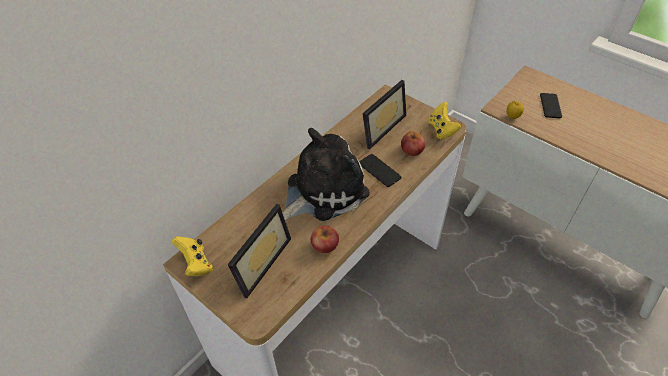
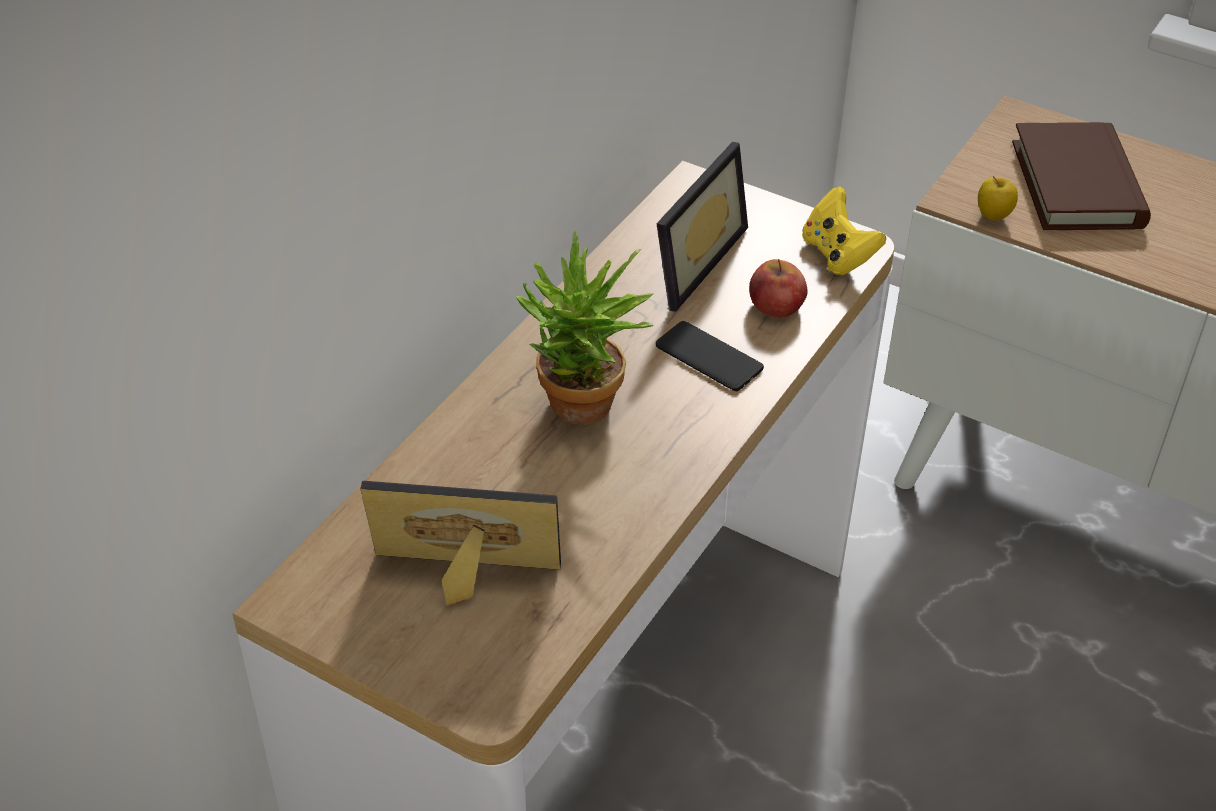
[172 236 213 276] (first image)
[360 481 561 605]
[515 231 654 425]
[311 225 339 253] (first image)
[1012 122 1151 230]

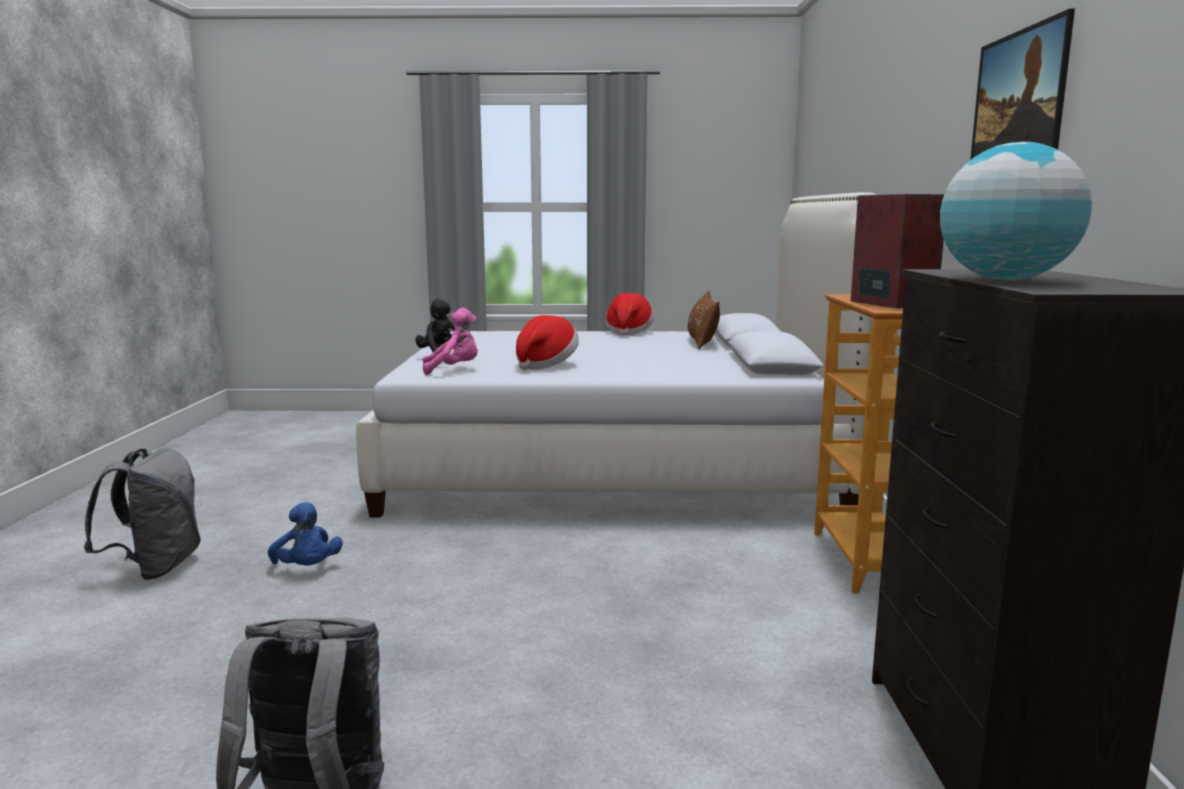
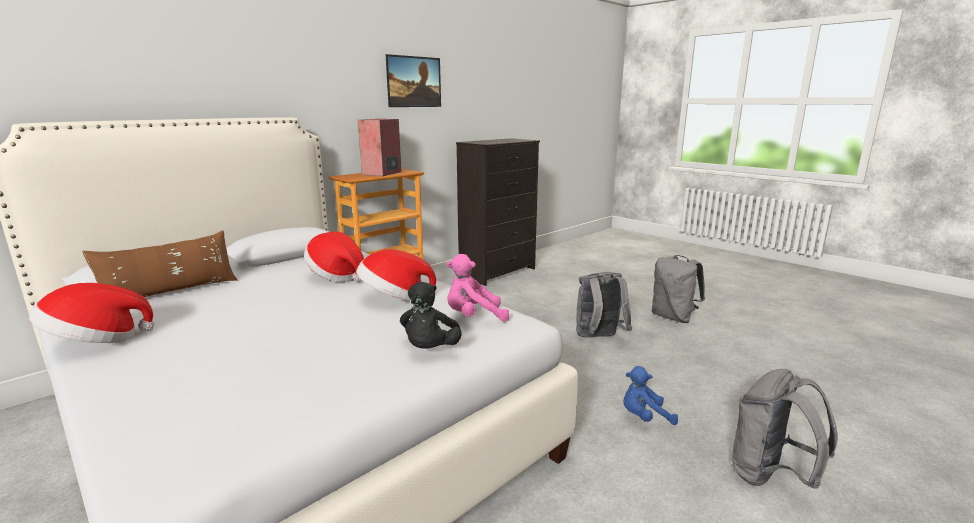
[623 366 678 425]
[447 254 509 322]
[940 142 1092 280] (first image)
[304 231 364 282]
[576 272 632 338]

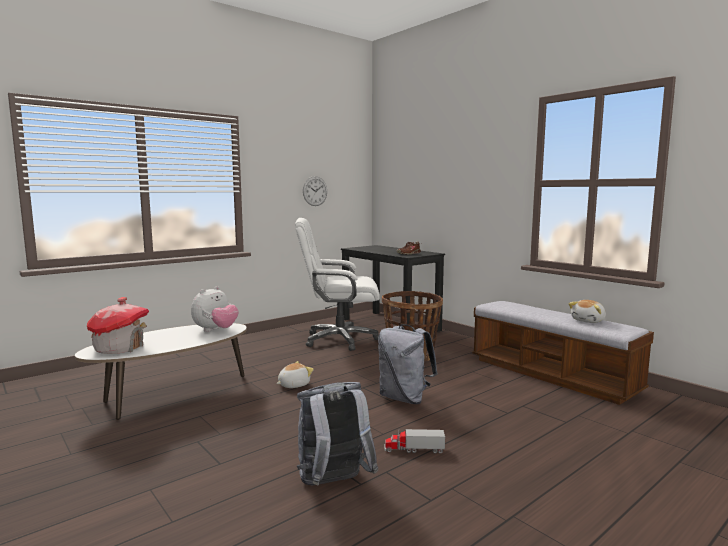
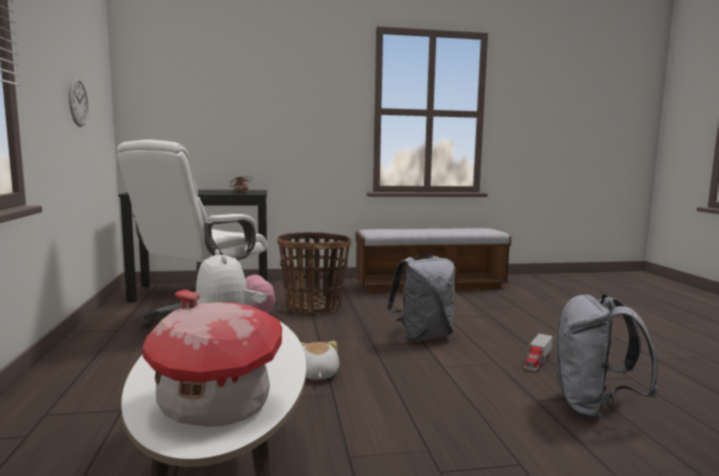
[569 300 606 323] (first image)

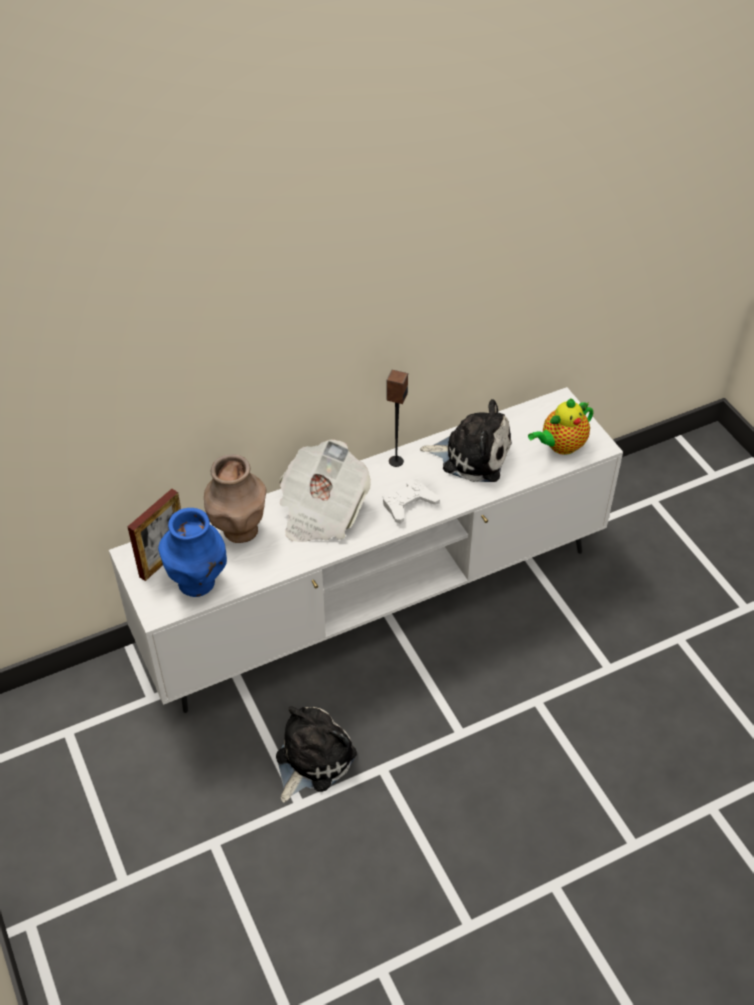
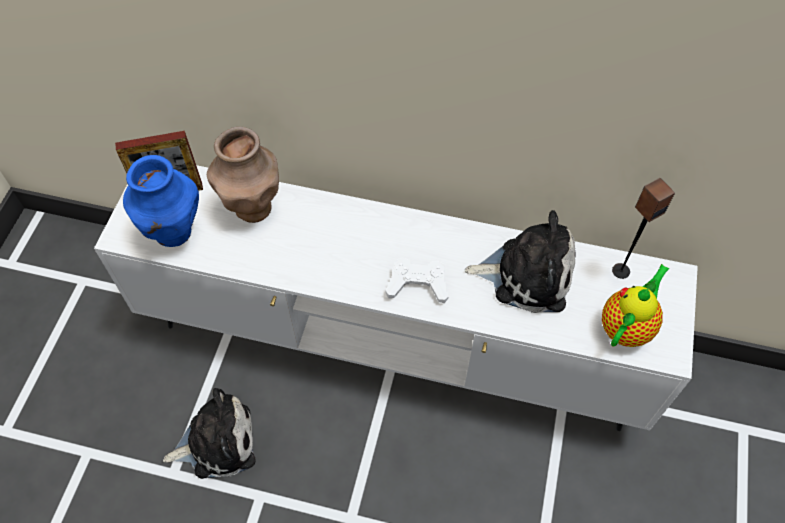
[280 439 371 542] (first image)
[612 178 675 279]
[465 210 576 313]
[602 264 669 347]

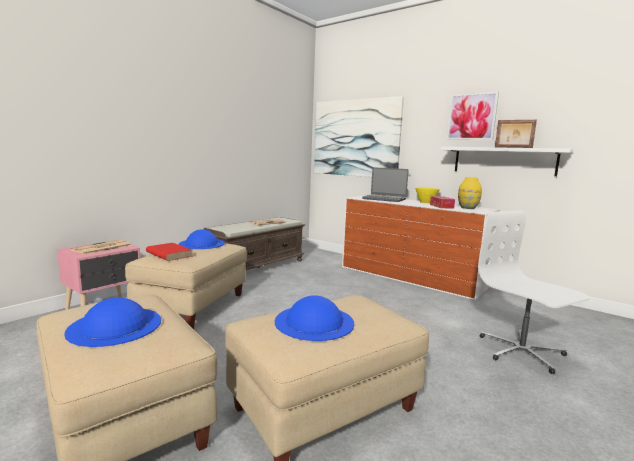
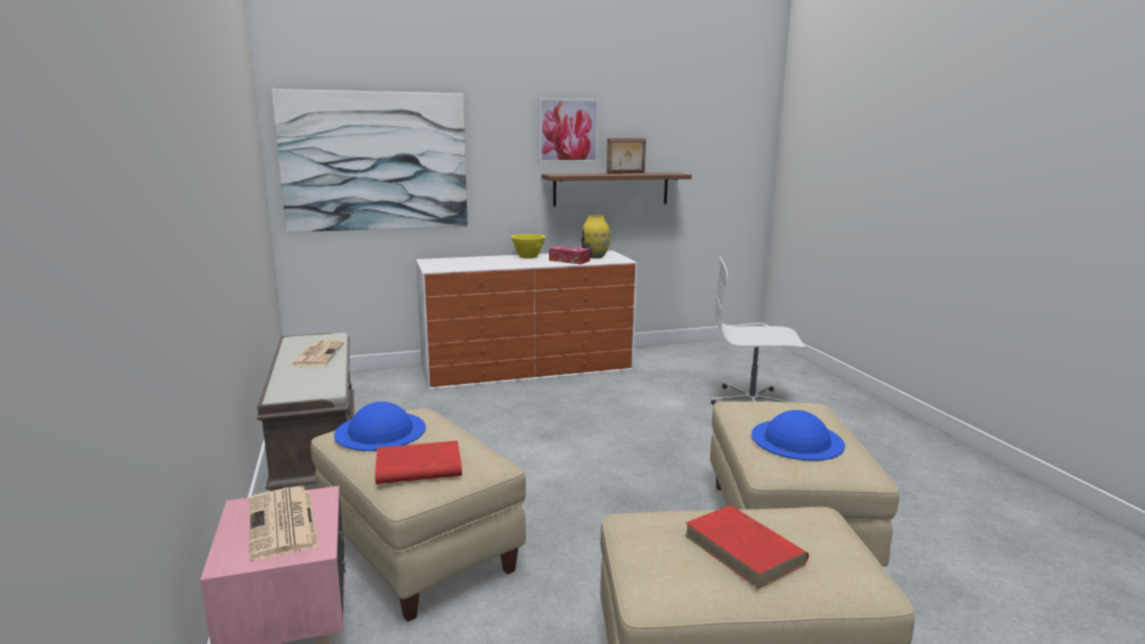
[685 505 809 589]
[362 167 409 202] (first image)
[542 173 692 207]

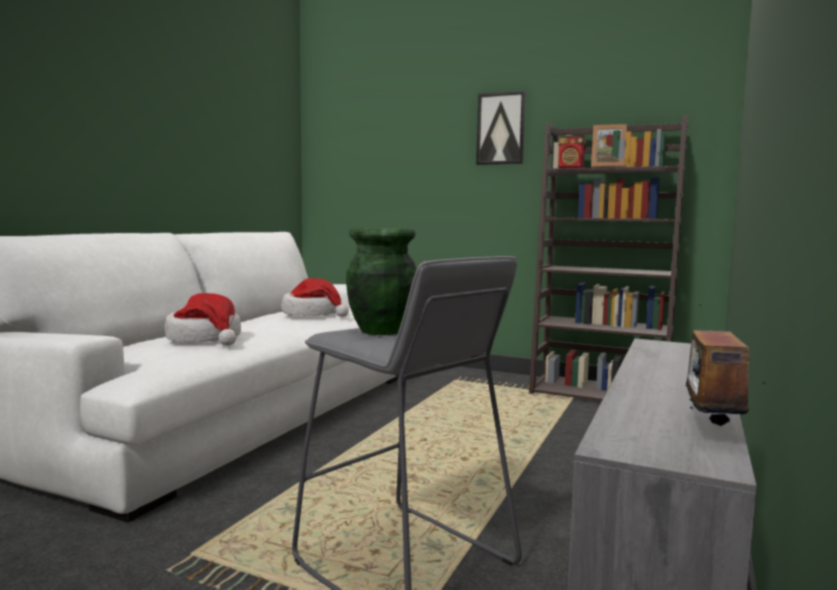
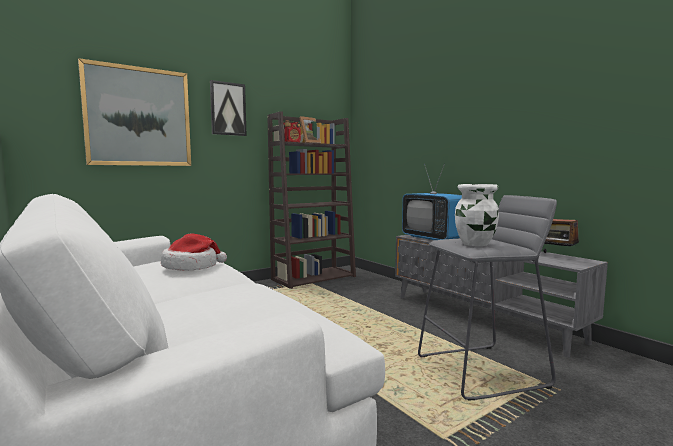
[165 293 241 346] (first image)
[455 184 499 246]
[78 58 191 166]
[402 163 462 240]

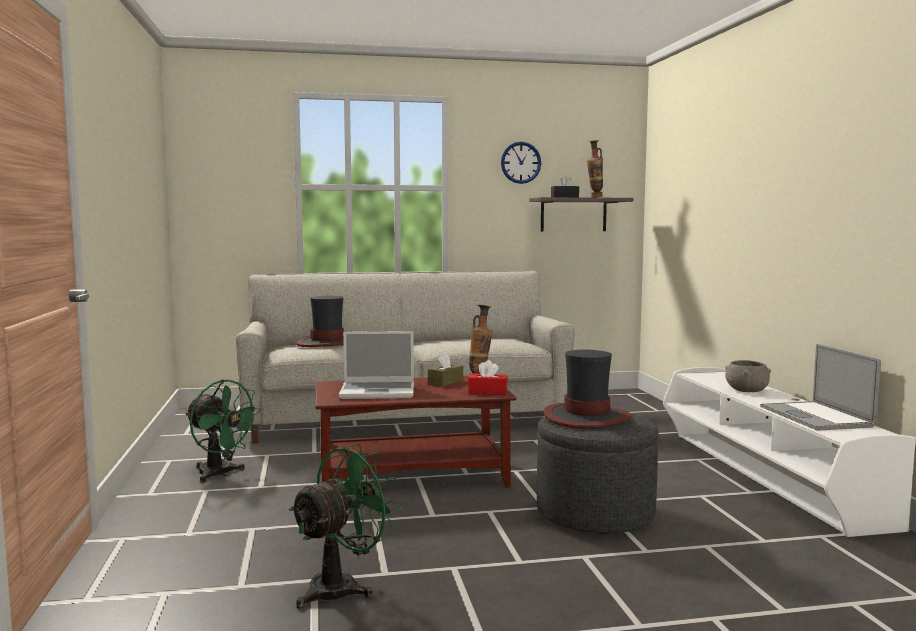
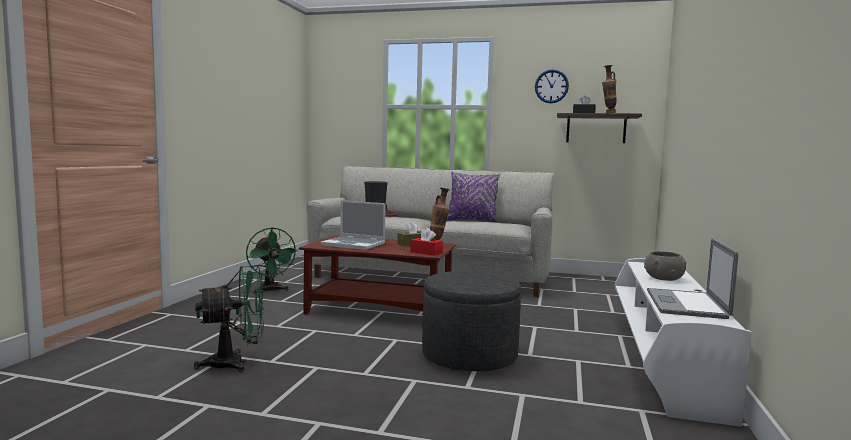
[544 349 631 429] (first image)
[447 172 500 222]

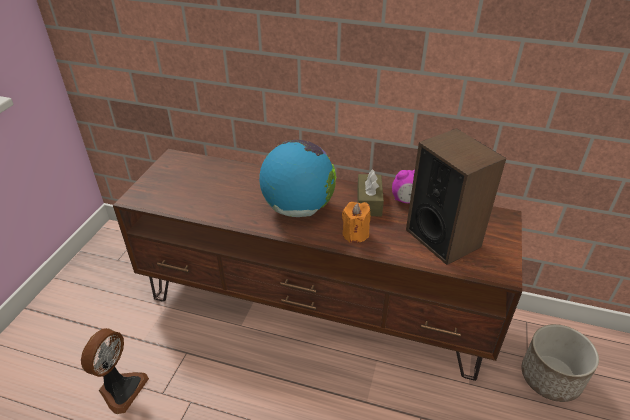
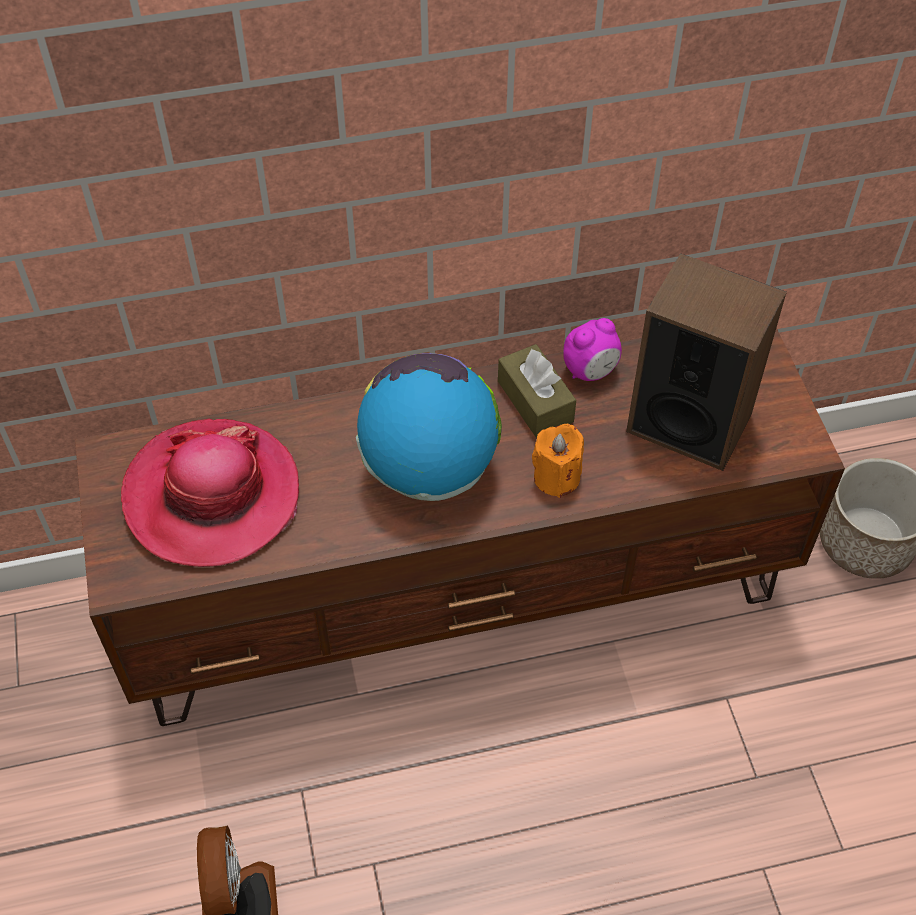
[121 418 299 567]

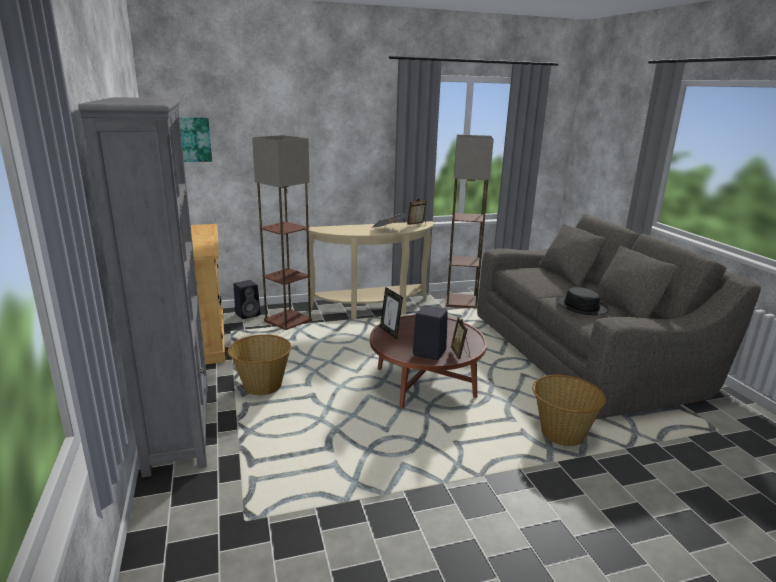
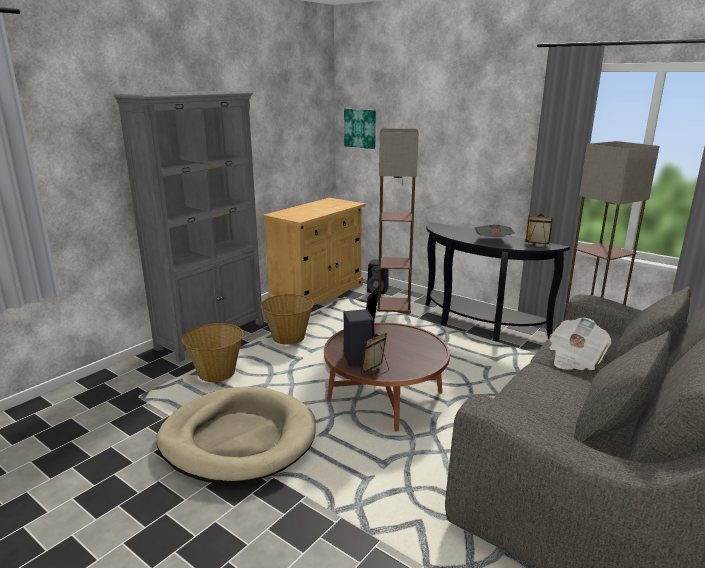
[425 222 570 342]
[182 323 244 382]
[556 287 609 315] (first image)
[156 386 316 484]
[550 317 611 370]

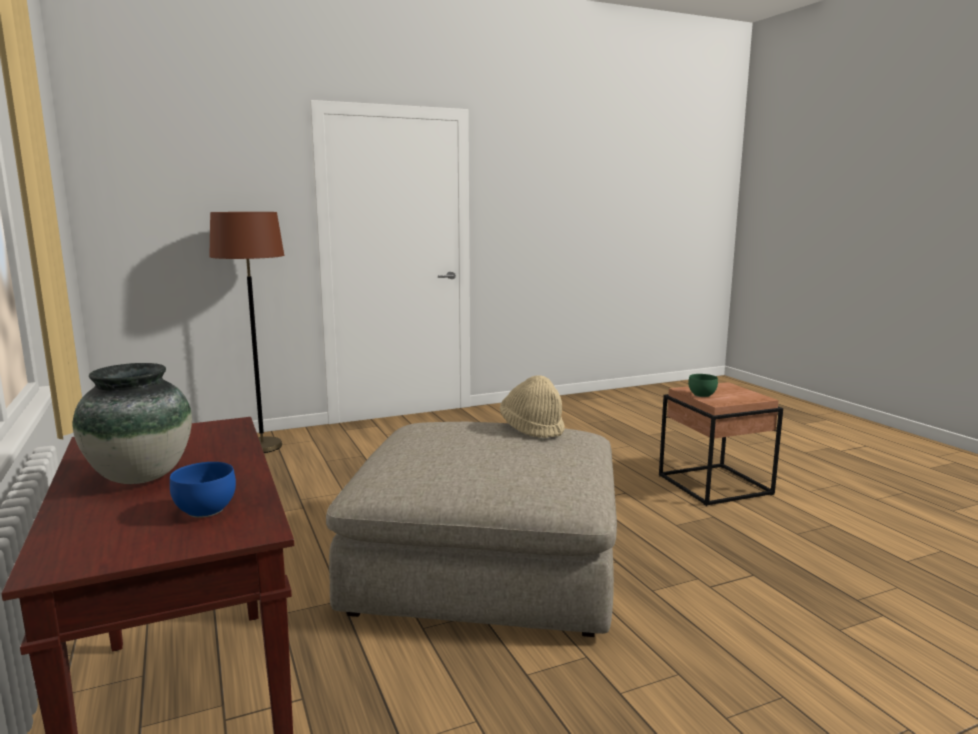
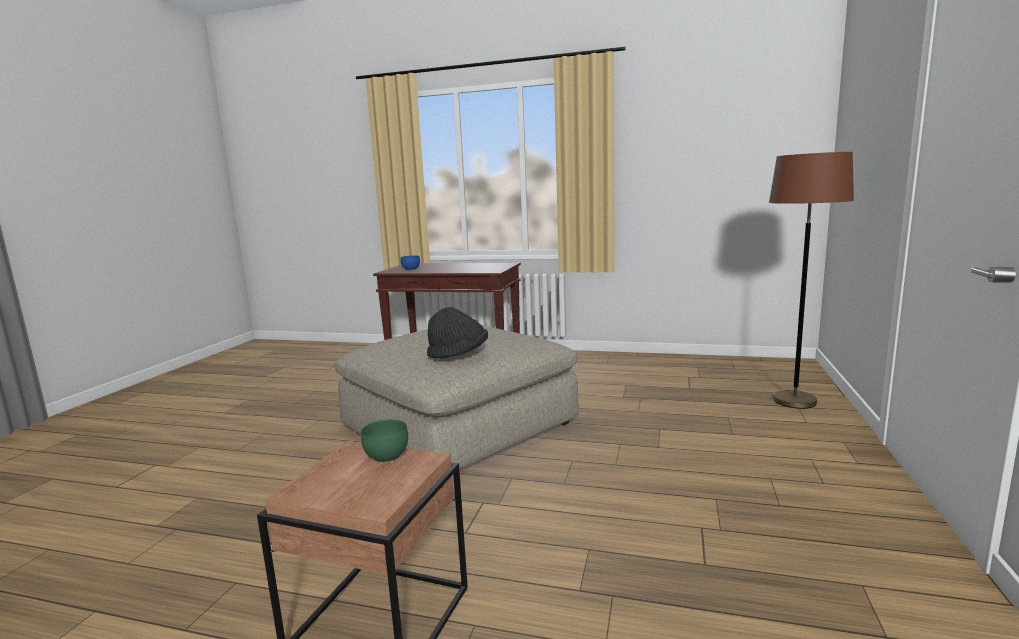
[73 363 192 484] (first image)
[427 307 488 359]

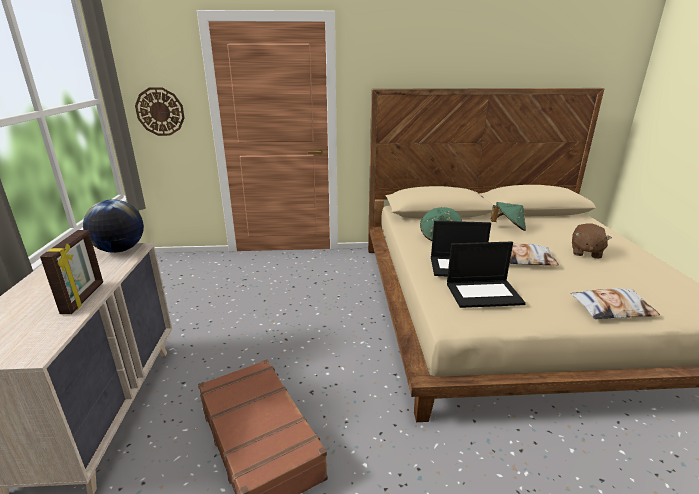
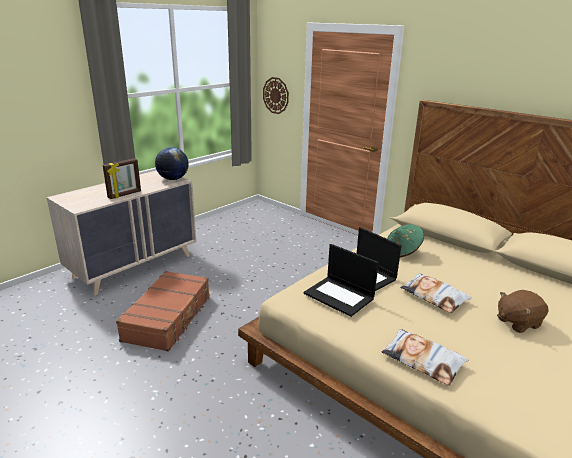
[491 202 526 231] (first image)

